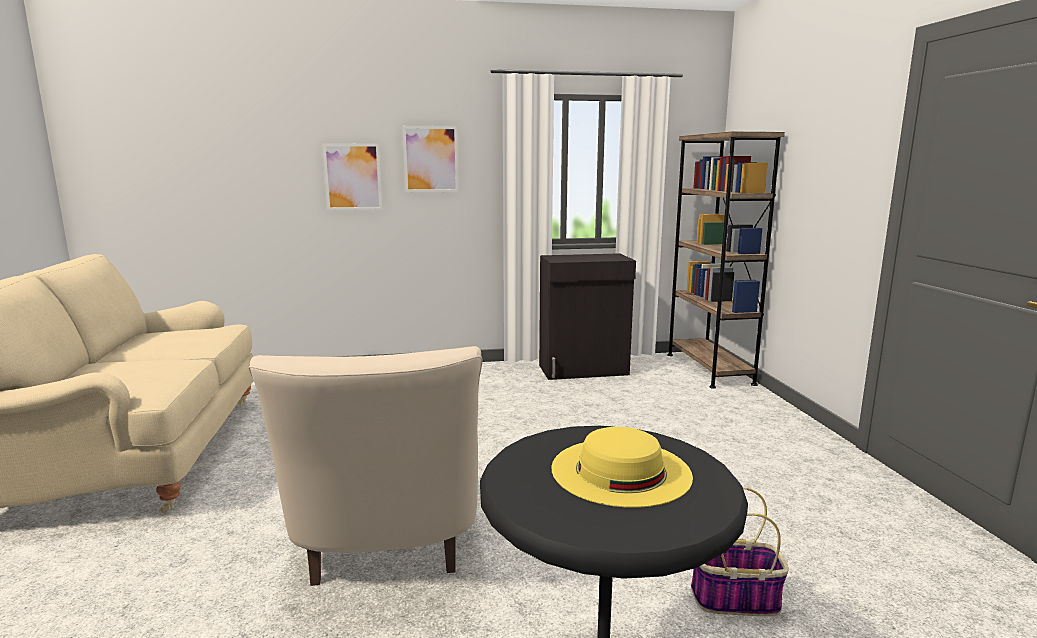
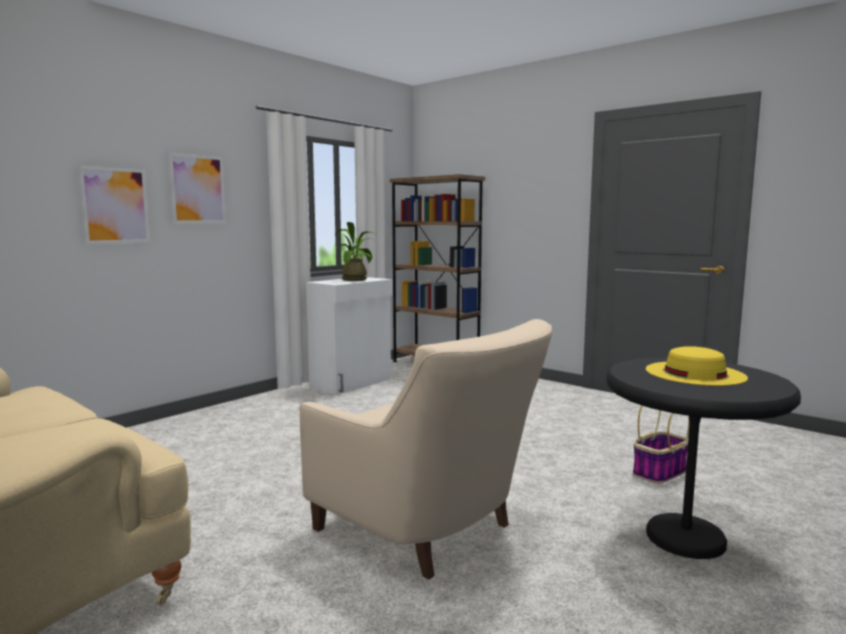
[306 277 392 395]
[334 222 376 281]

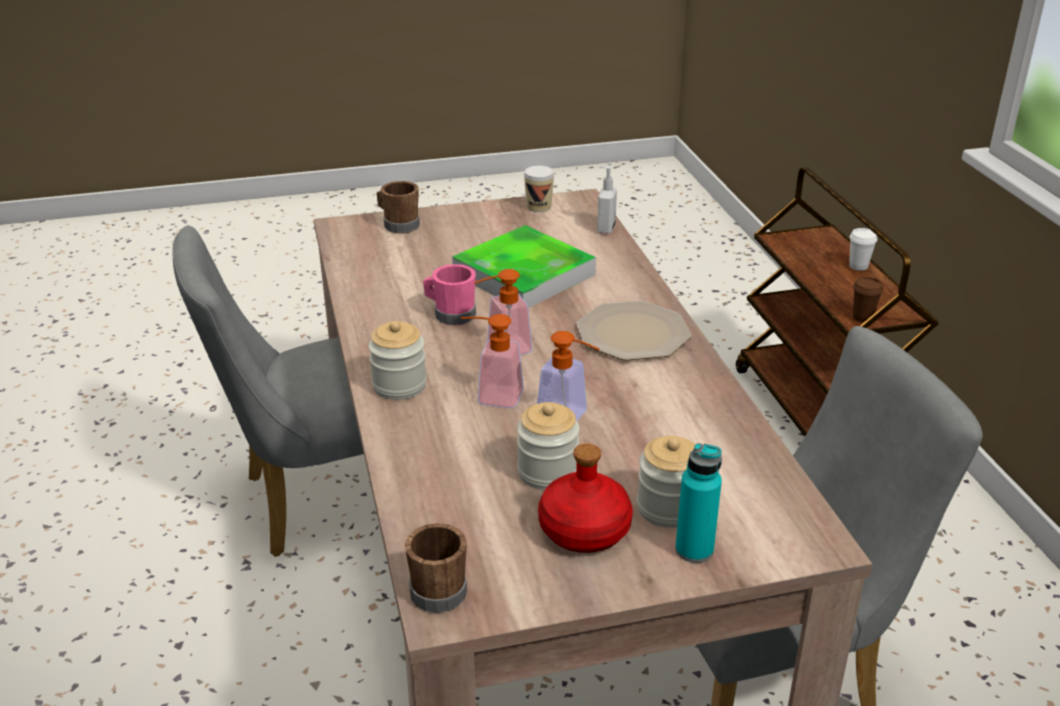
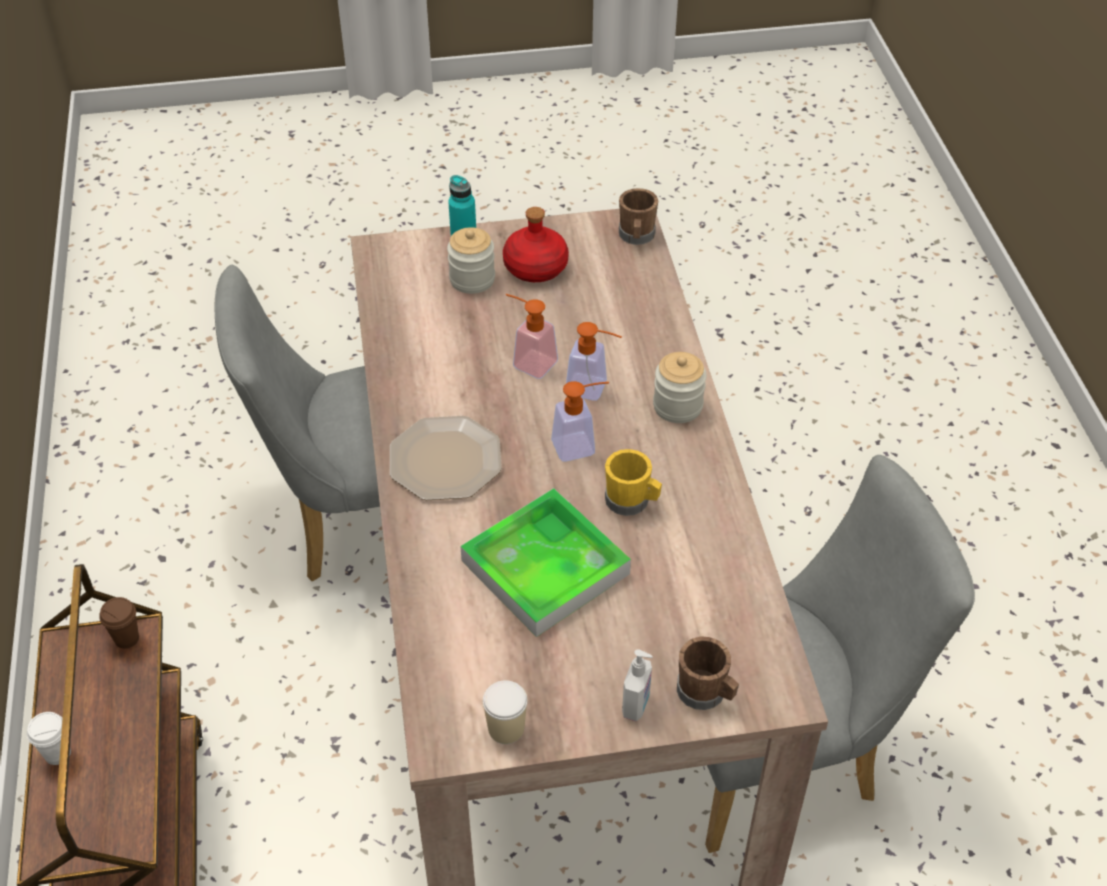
[605 449 662 516]
[517 402 580 490] (first image)
[622 650 653 721]

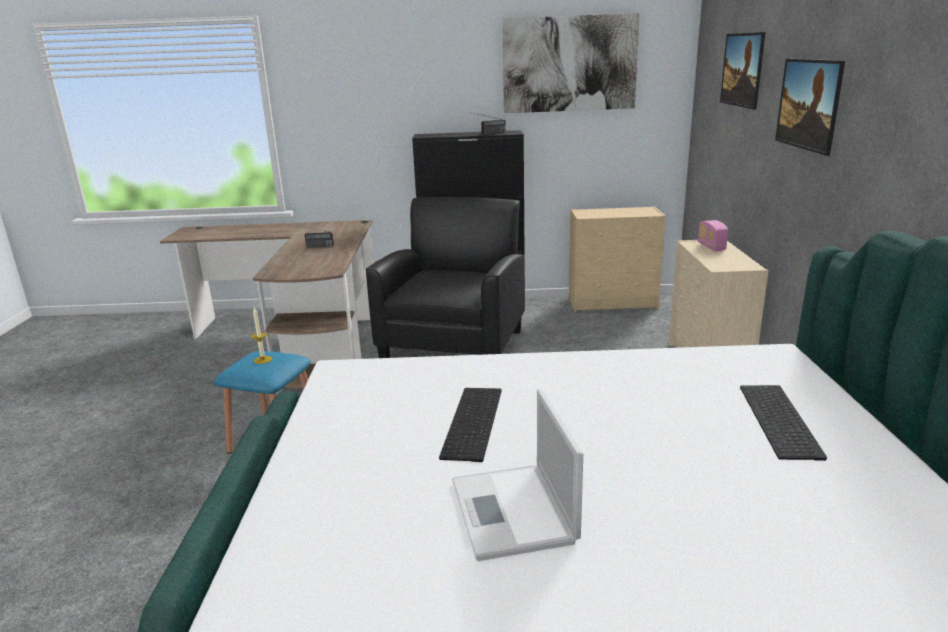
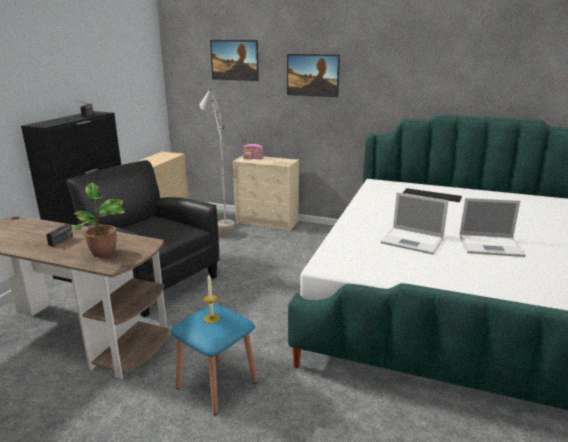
[381 192 449 254]
[502 13 640 113] (first image)
[70 183 125 257]
[200 88 235 238]

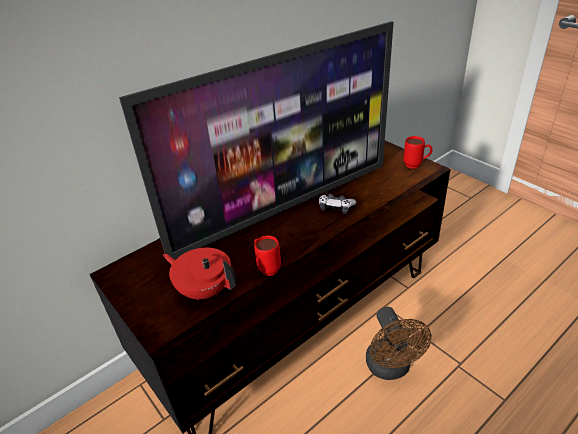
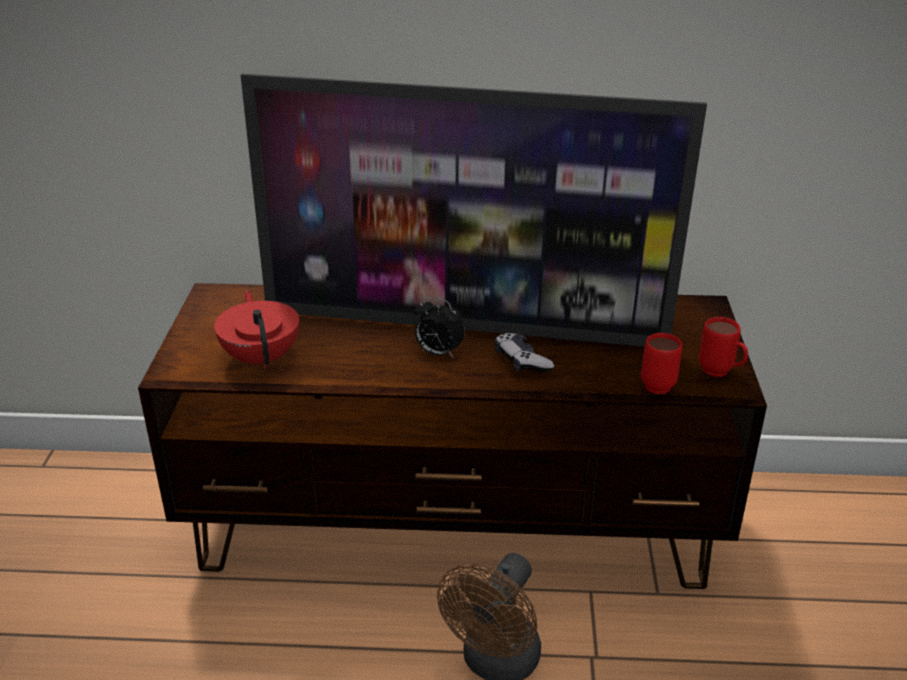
[641 333 682 394]
[414 297 465 358]

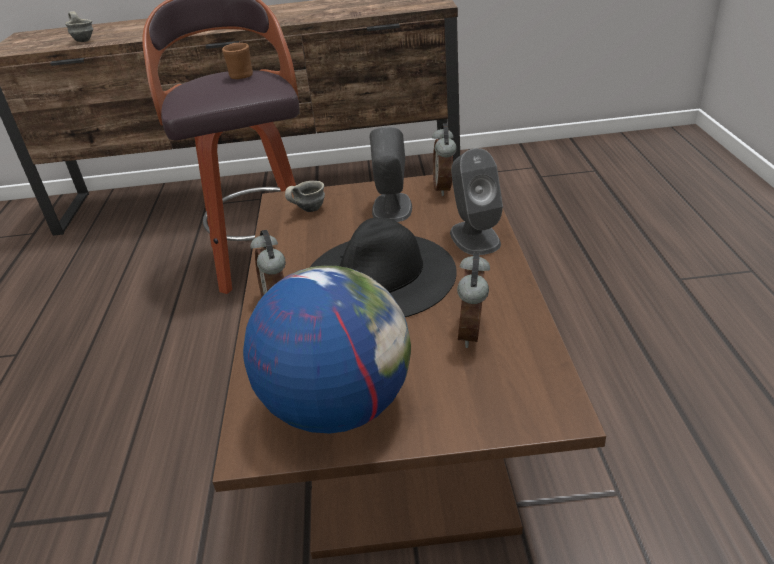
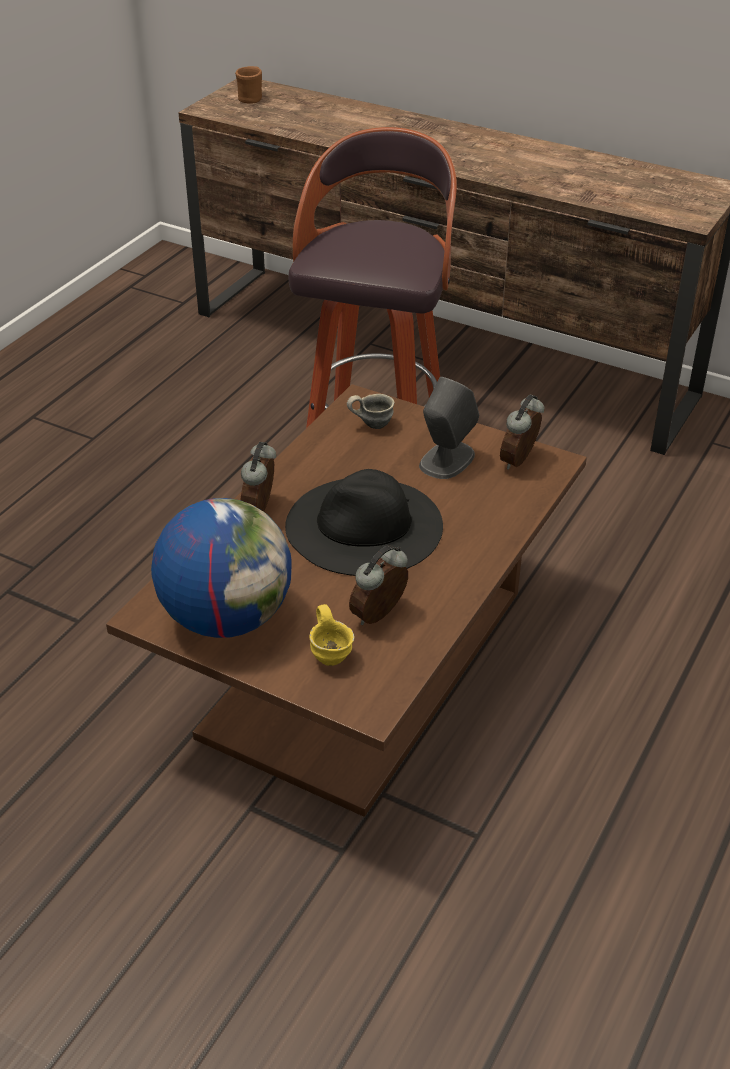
[65 11 93 42] (first image)
[235 66 262 104]
[450 148 503 255] (first image)
[309 604 355 666]

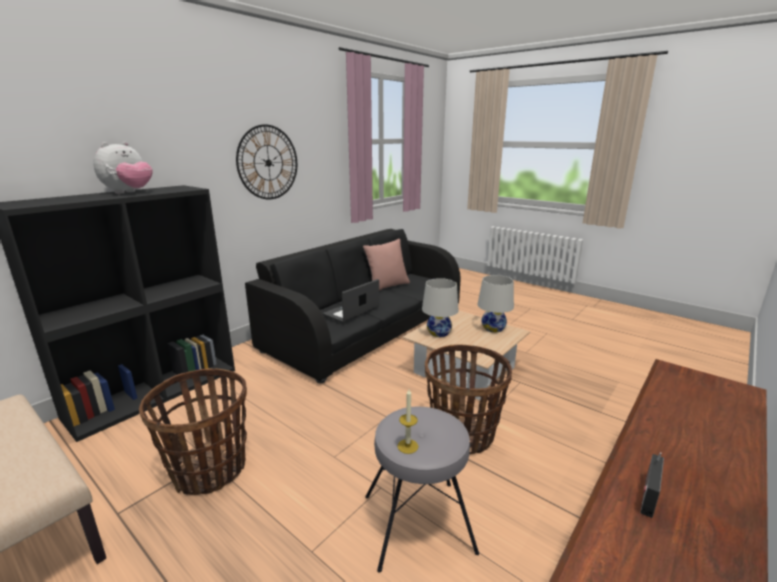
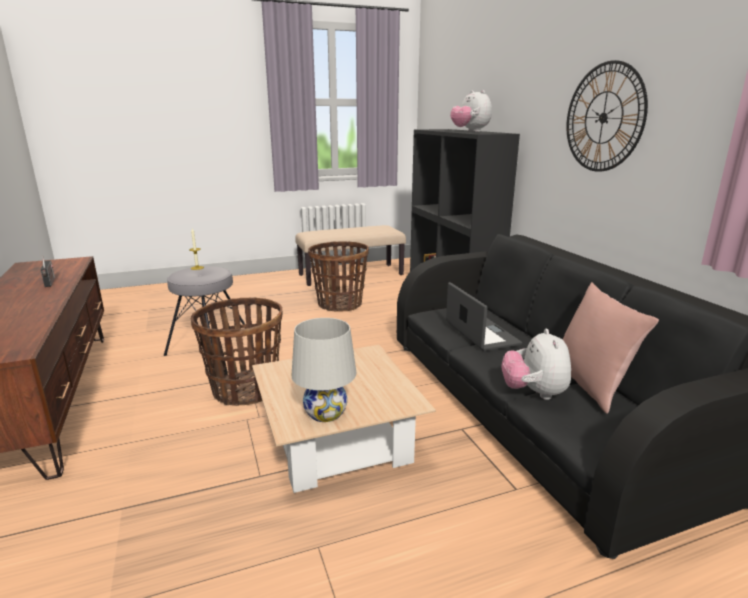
[422 278 459 337] (first image)
[501 329 571 400]

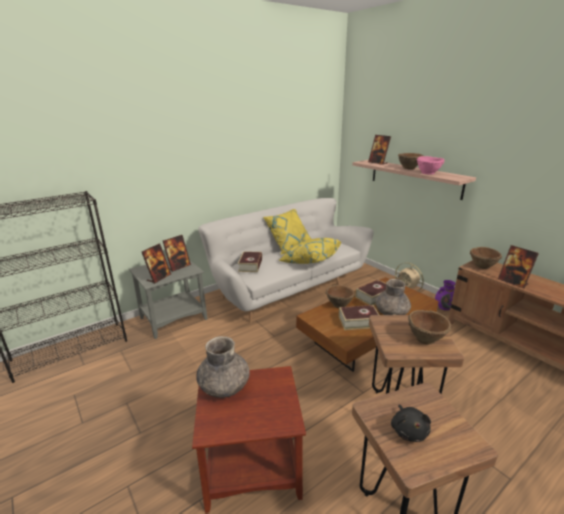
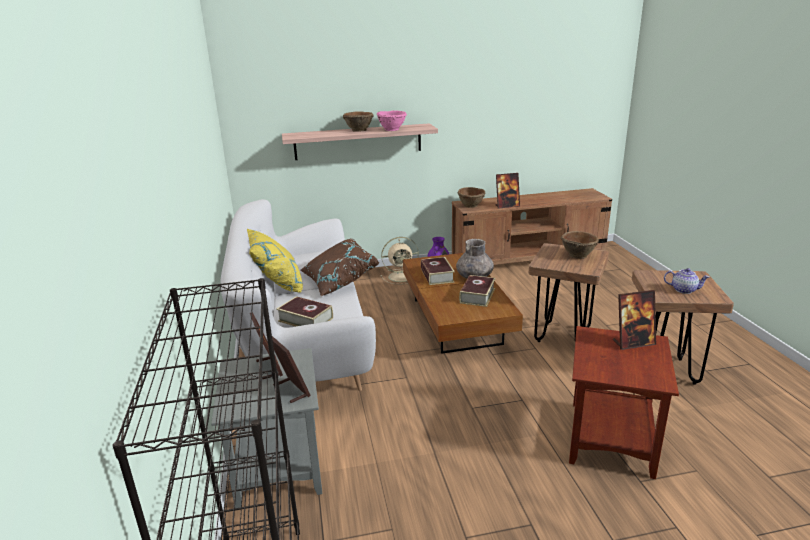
[196 336 250 398] (first image)
[301 238 379 296]
[325 285 355 308] (first image)
[613 290 656 350]
[664 268 710 294]

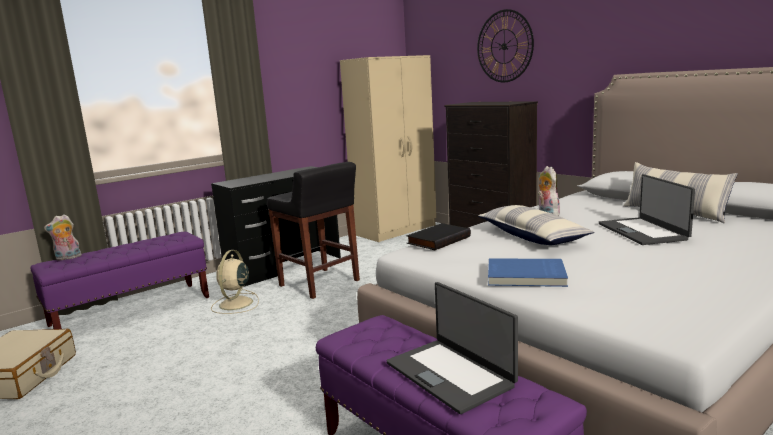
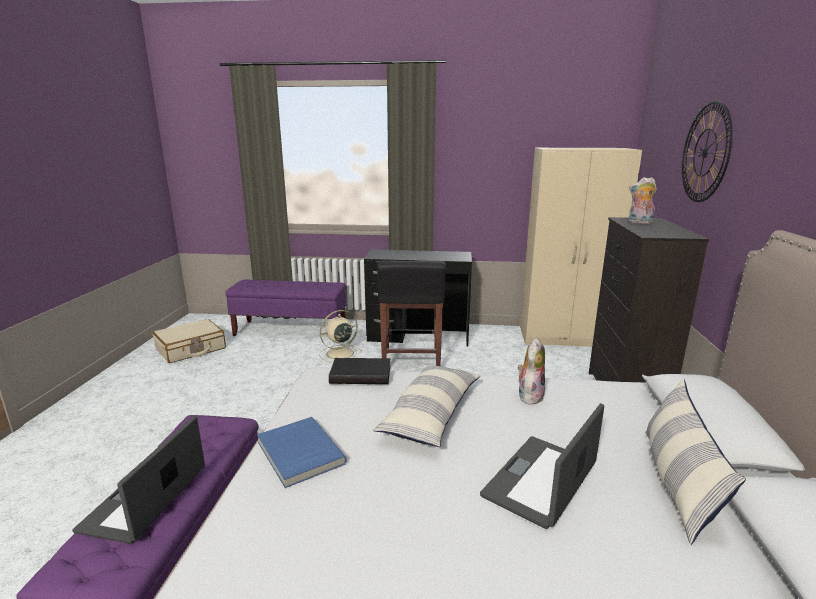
[629 177 657 224]

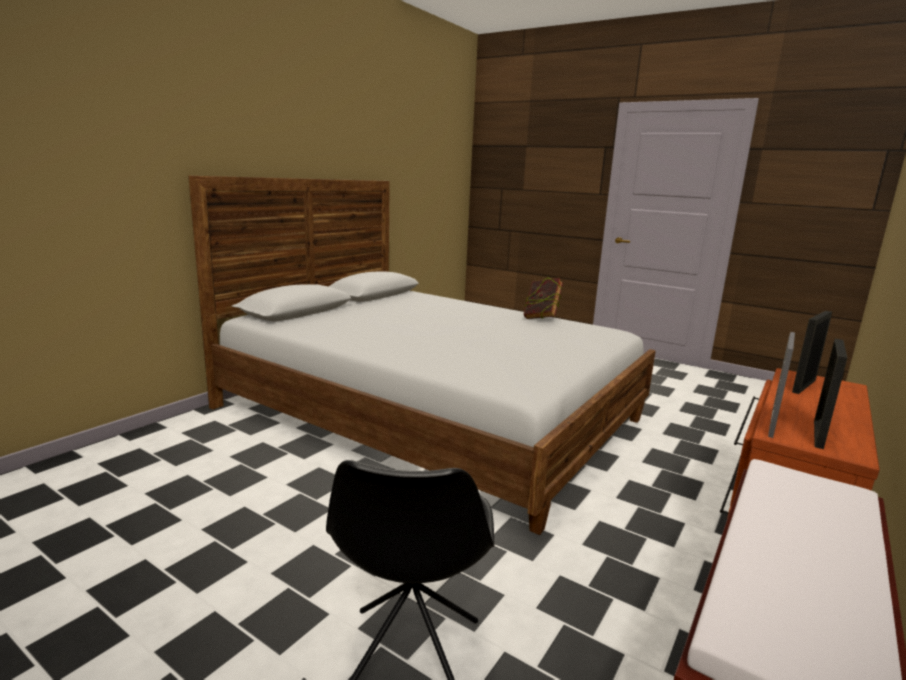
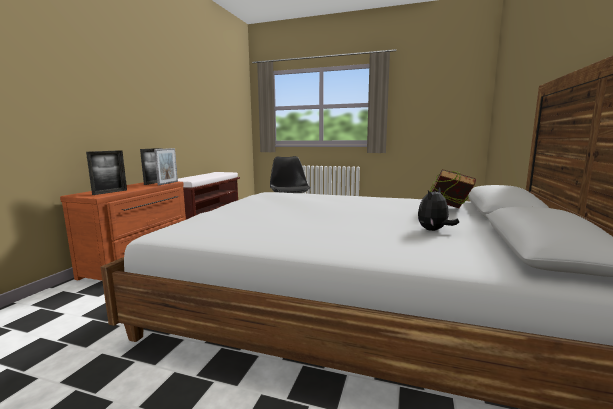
[430 169 476 208]
[418 187 459 231]

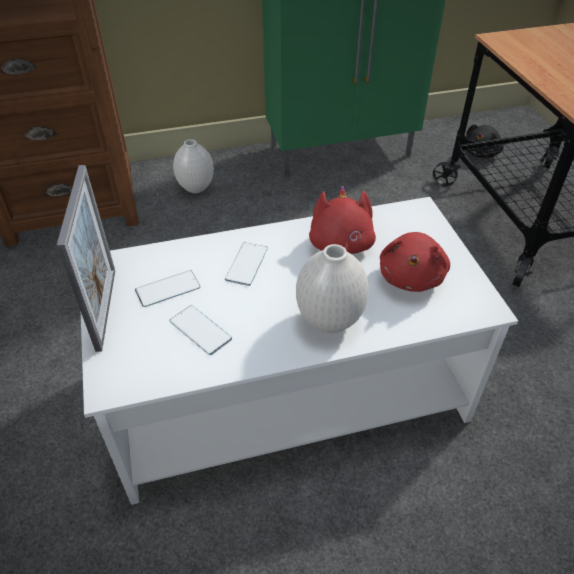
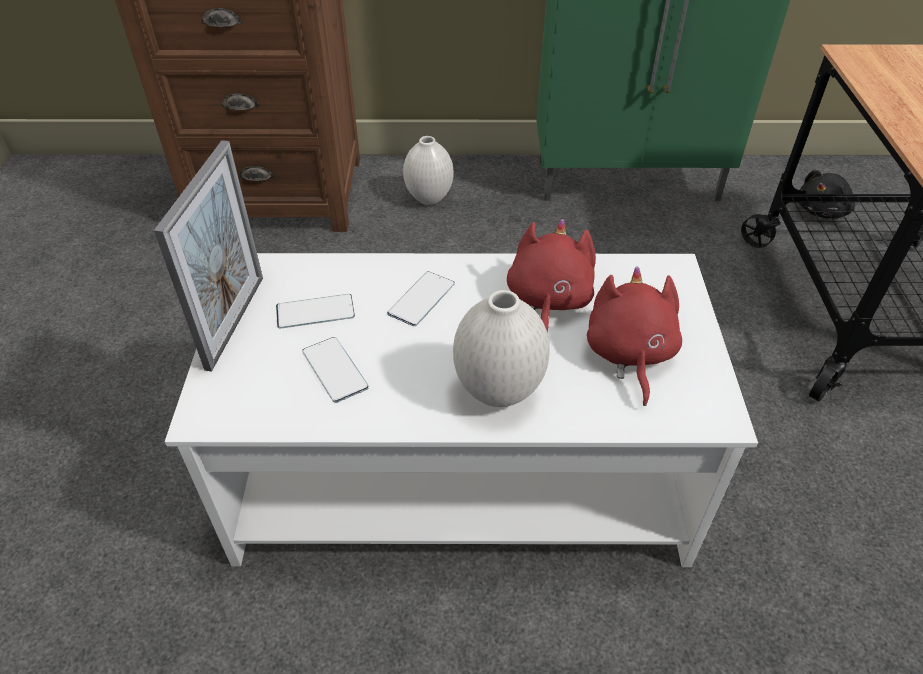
[587 266 682 406]

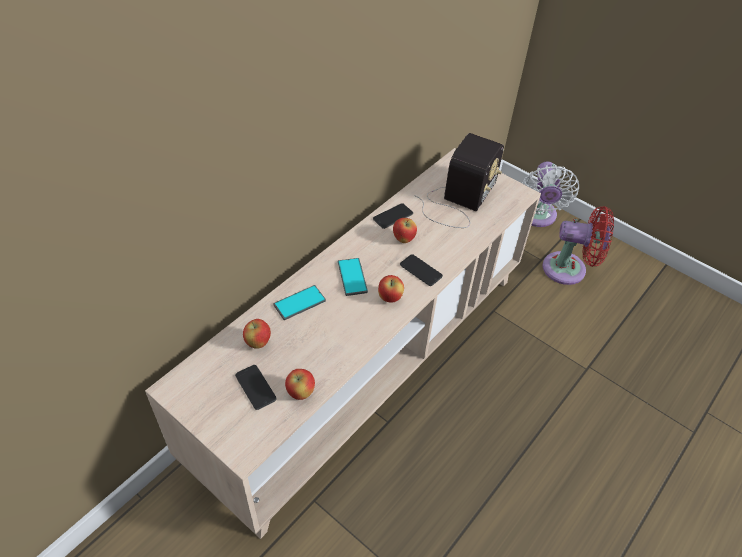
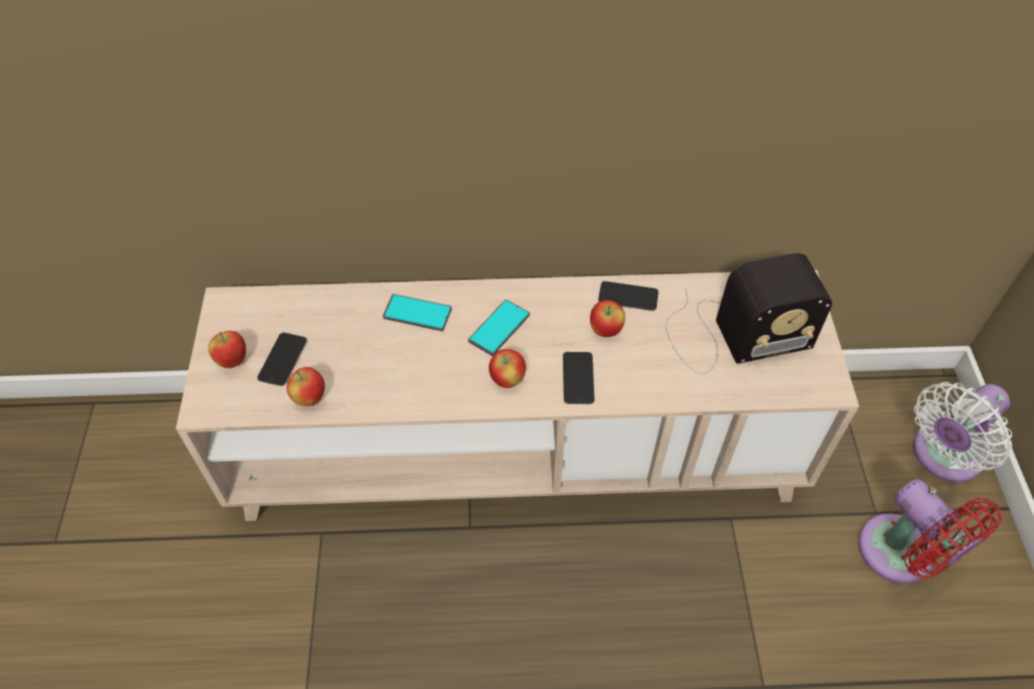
[208 331 246 368]

